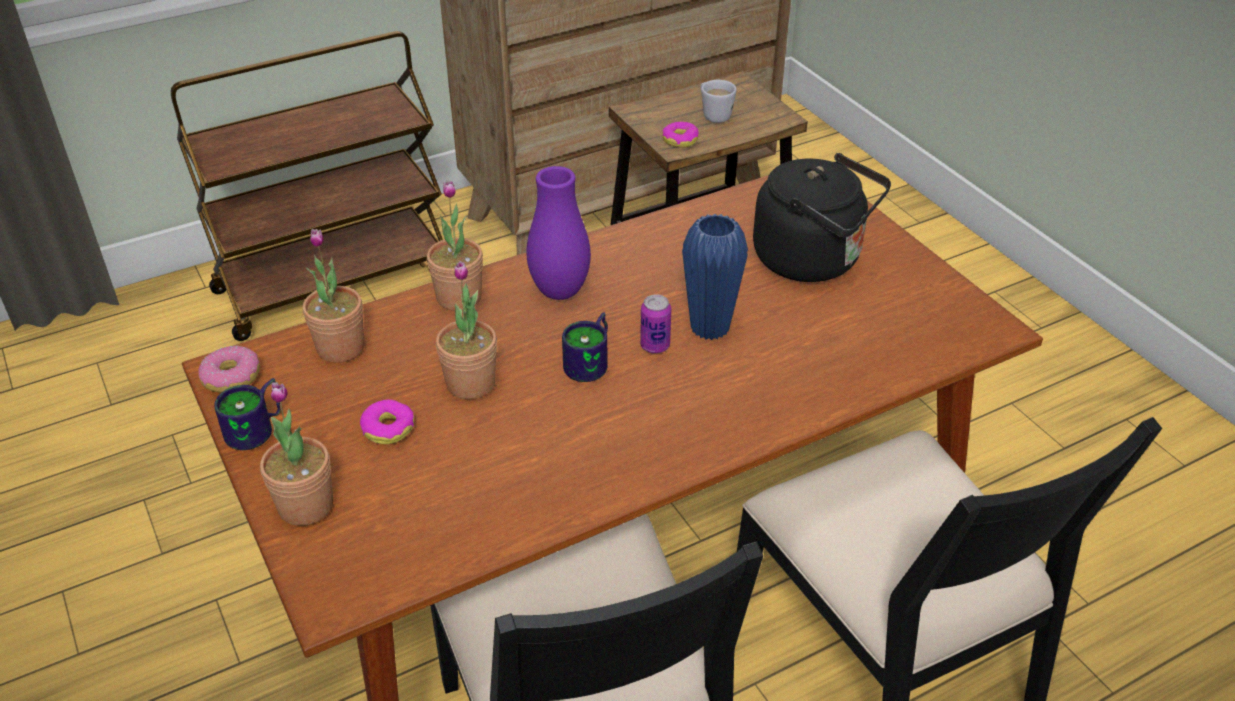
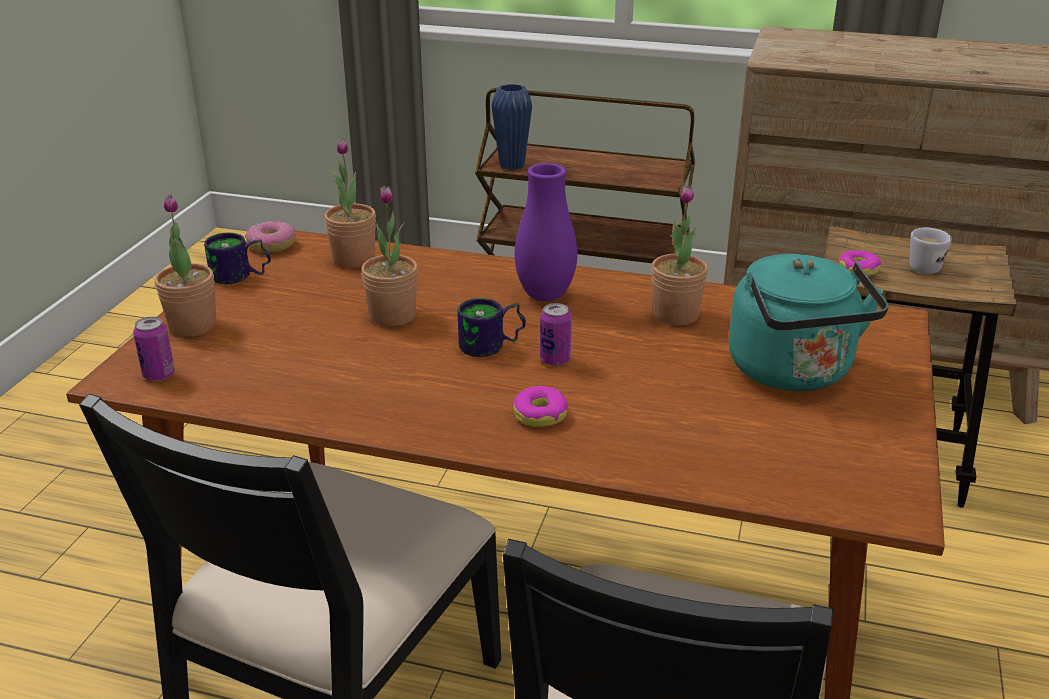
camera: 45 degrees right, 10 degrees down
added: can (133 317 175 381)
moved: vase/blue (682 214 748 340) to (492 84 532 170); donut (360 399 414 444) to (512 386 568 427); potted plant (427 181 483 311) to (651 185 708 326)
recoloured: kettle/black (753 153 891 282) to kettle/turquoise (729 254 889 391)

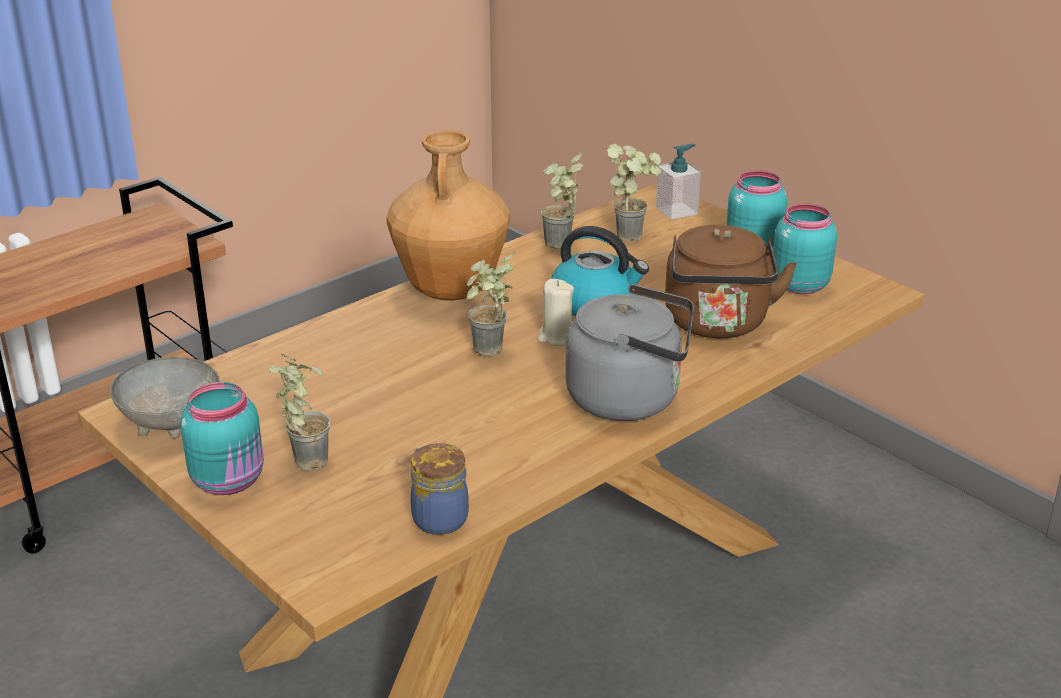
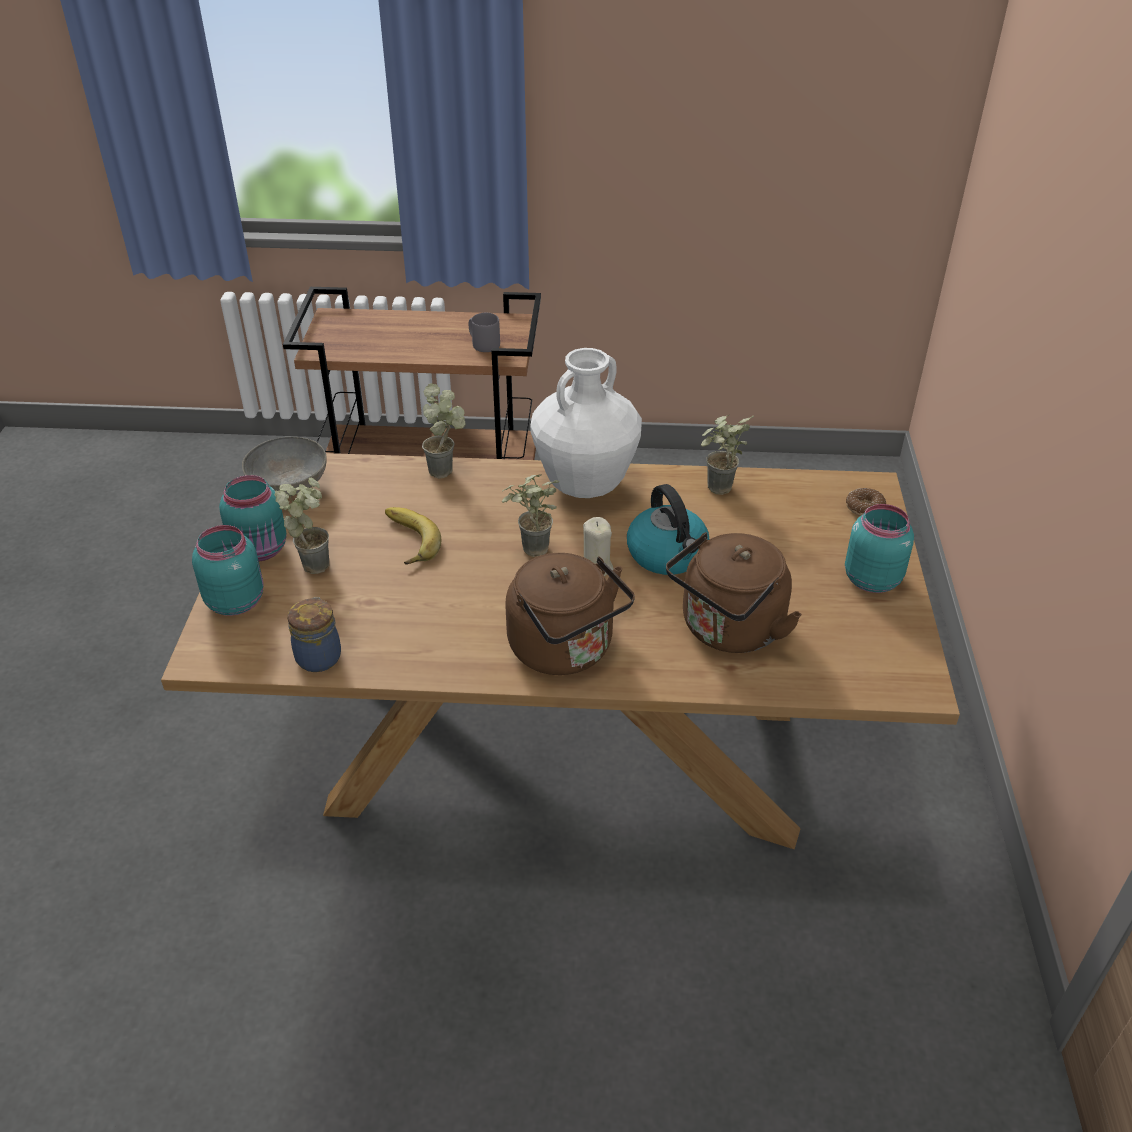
camera: 45 degrees right, 10 degrees up
added: banana (385 507 441 565); mug/grey (469 313 500 352)
moved: jar/turquoise (772 204 837 294) to (192 525 263 616); potted plant (607 144 661 242) to (422 383 466 478)
replaced: soap dispenser (656 144 701 220) to donut (846 488 886 516)
recoloured: kettle/grey (565 284 694 421) to kettle/brown (505 553 635 675); vase/brown (386 130 510 301) to vase/white (530 348 642 498)

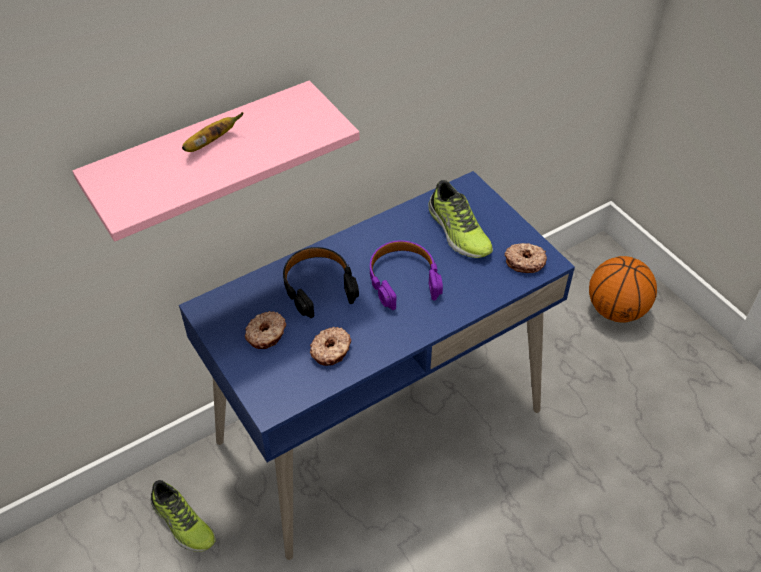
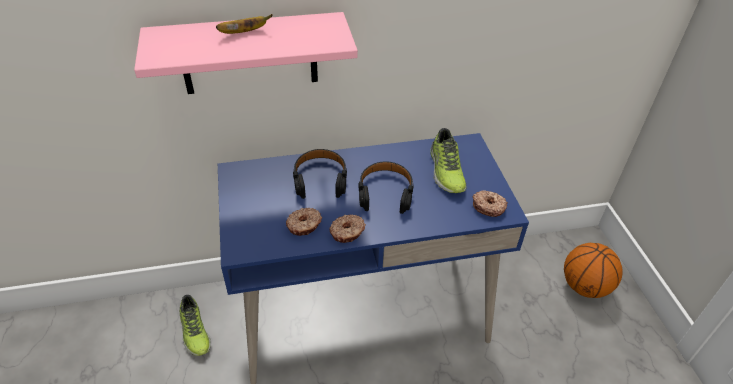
camera: 20 degrees right, 5 degrees down
moved: donut (245 311 286 349) to (330 214 366 243)
recoloured: headphones/purple (370 241 443 310) to headphones/black (359 161 414 214)

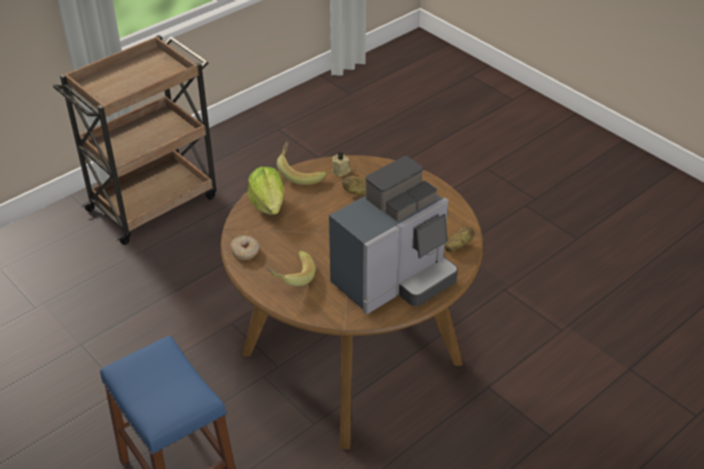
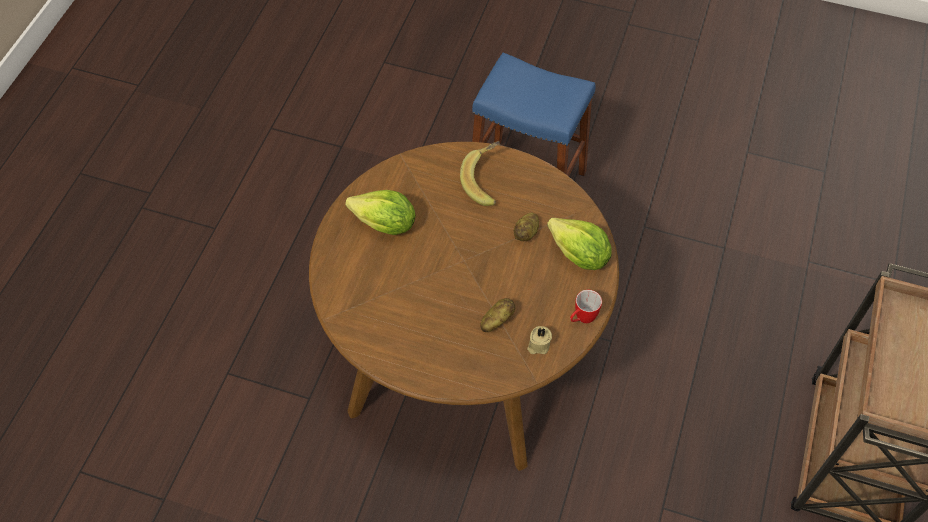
camera: 150 degrees right, 15 degrees up
removed: donut (230 235 259 260)
moved: potato (445 227 475 252) to (514 213 539 242)
replaced: coffee machine (329 156 458 314) to lettuce (345 190 416 235); banana (277 141 327 185) to mug (570 290 602 323)

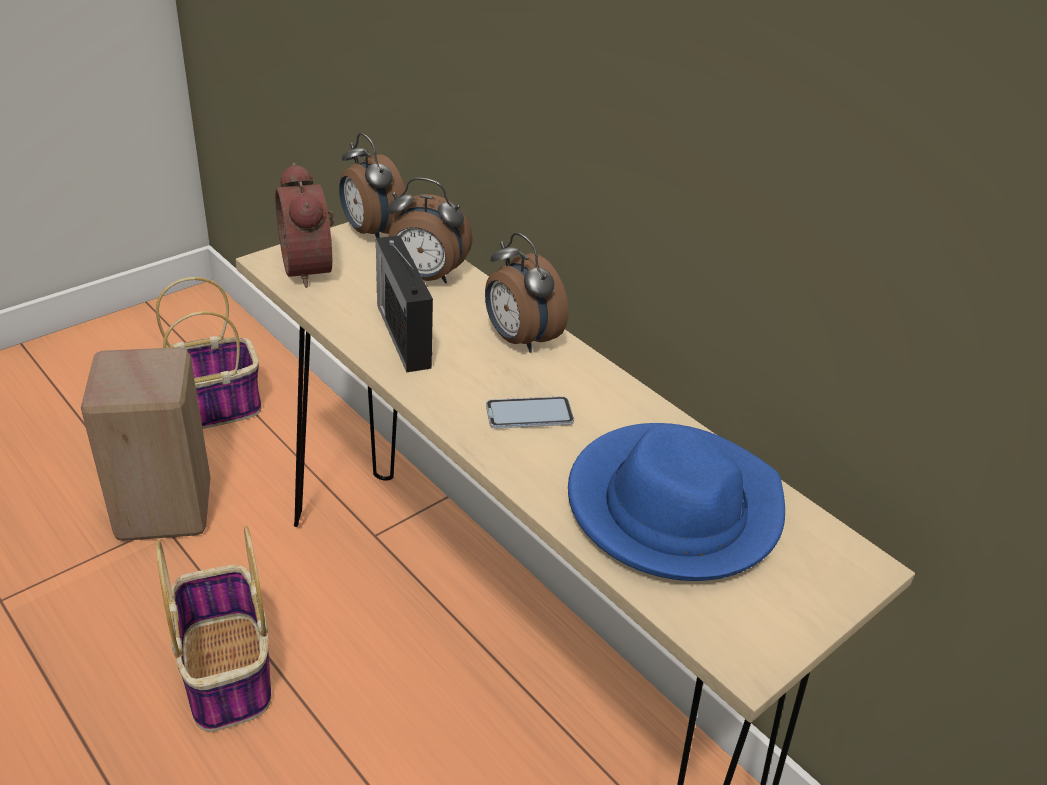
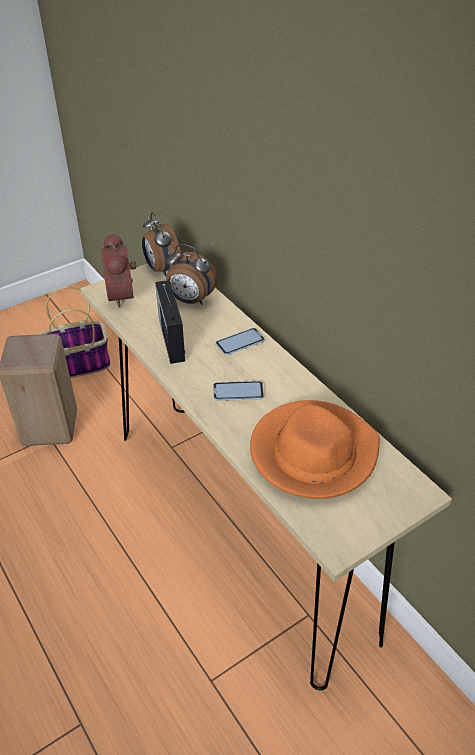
camera: 10 degrees right, 5 degrees up
removed: basket (156 526 271 732)
replaced: alarm clock (485 233 568 353) to phone (216 328 265 355)
recoloured: hat/blue (568 423 785 581) to hat/orange (250 400 380 499)

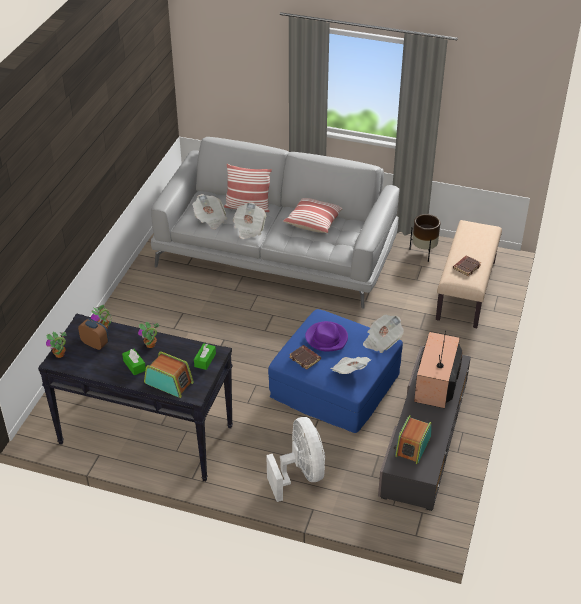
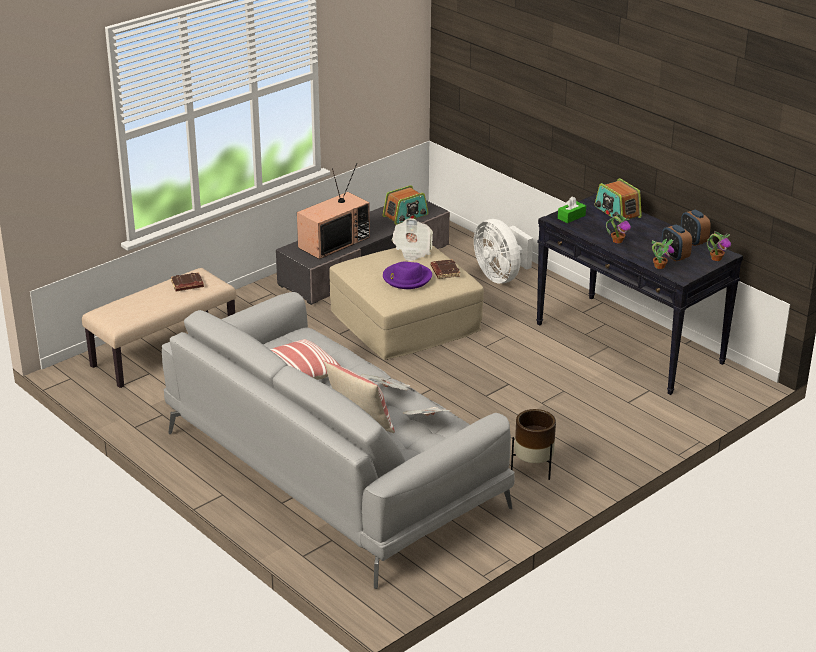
camera: 150 degrees left, 10 degrees down
removed: tissue box/green (122 349 146 375); newspaper (363 315 404 353)
added: alarm clock (681 210 711 246)
moved: planter/brown (409 214 440 262) to (511 409 556 480)
recoloured: ottoman/blue (268 309 403 433) to ottoman/beige (329 245 484 360)
turned: fan/white (266 417 325 502) = (474 219 533 283) 45 degrees counterclockwise

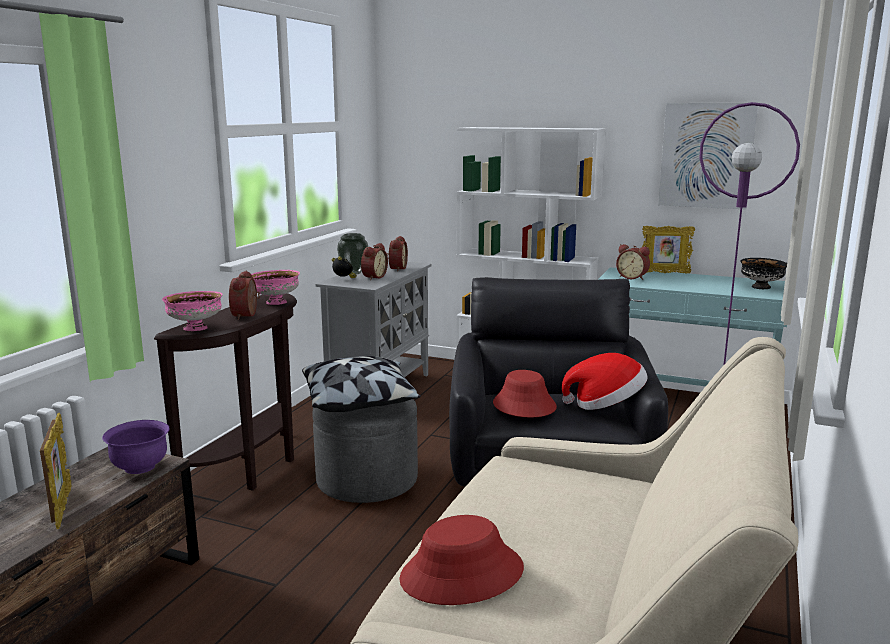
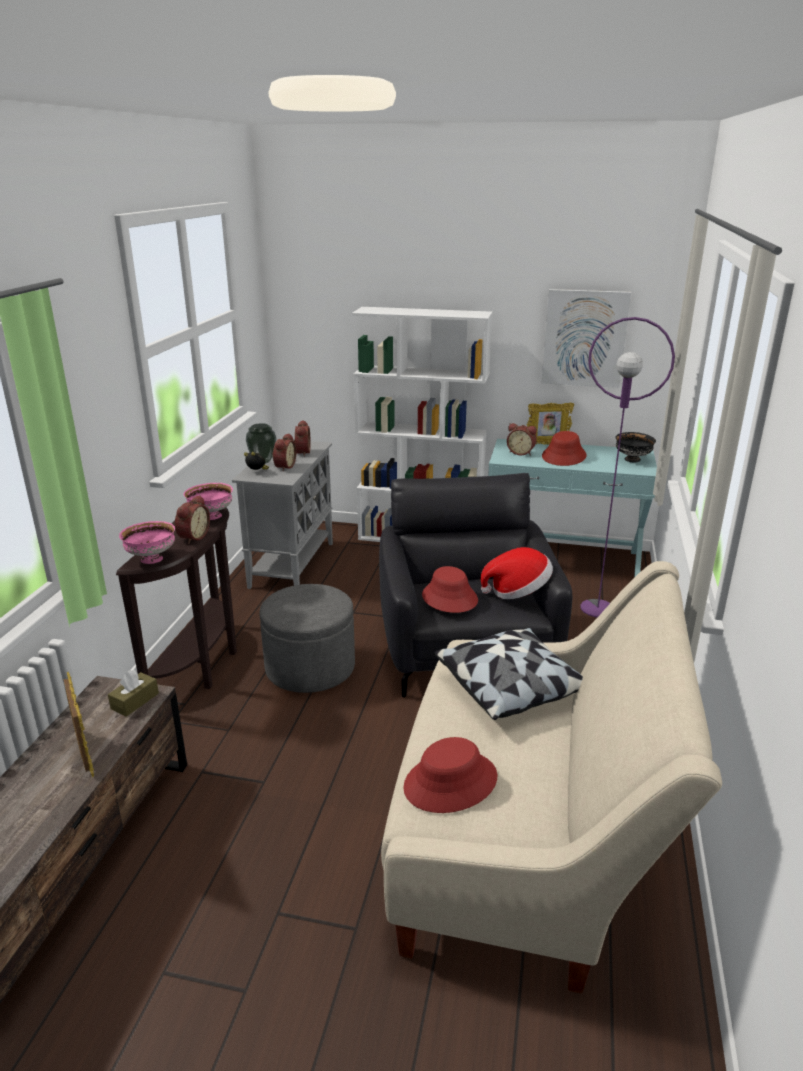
camera: 10 degrees left, 10 degrees up
added: hat/red (542 431 587 466)
moved: pillow (302 356 421 412) to (434 628 583 720)
replaced: bowl/purple (102 420 170 474) to tissue box/brown (108 670 159 717)
turned: alarm clock (229 271 260 320) = (175 495 210 544) 150 degrees counterclockwise

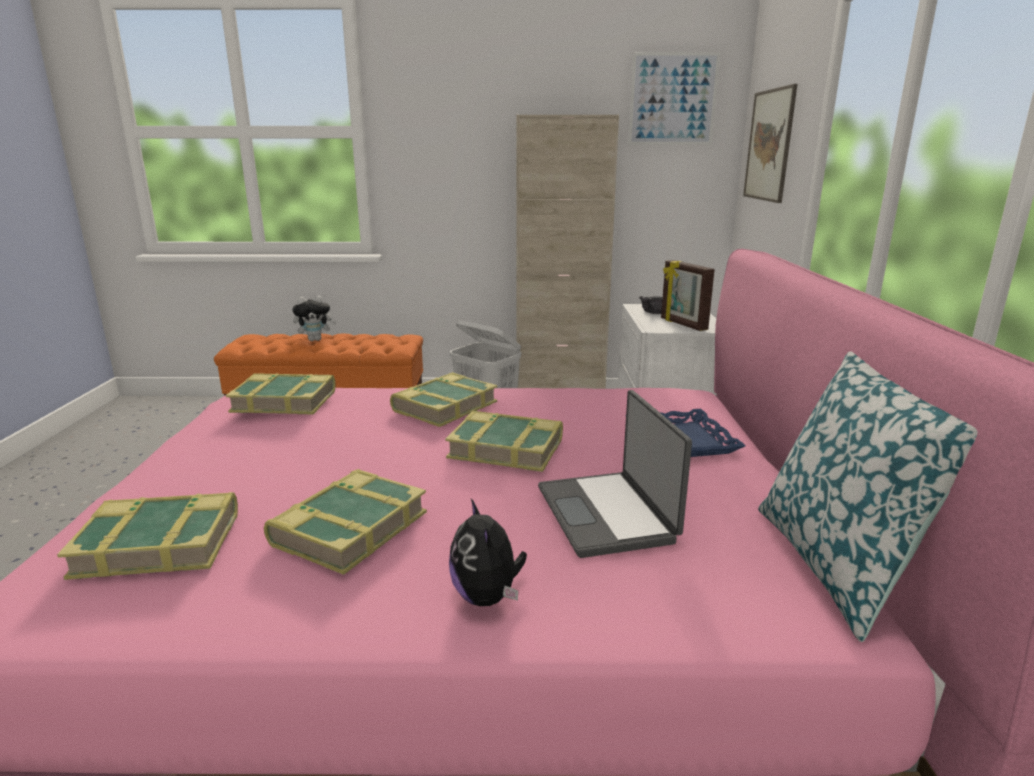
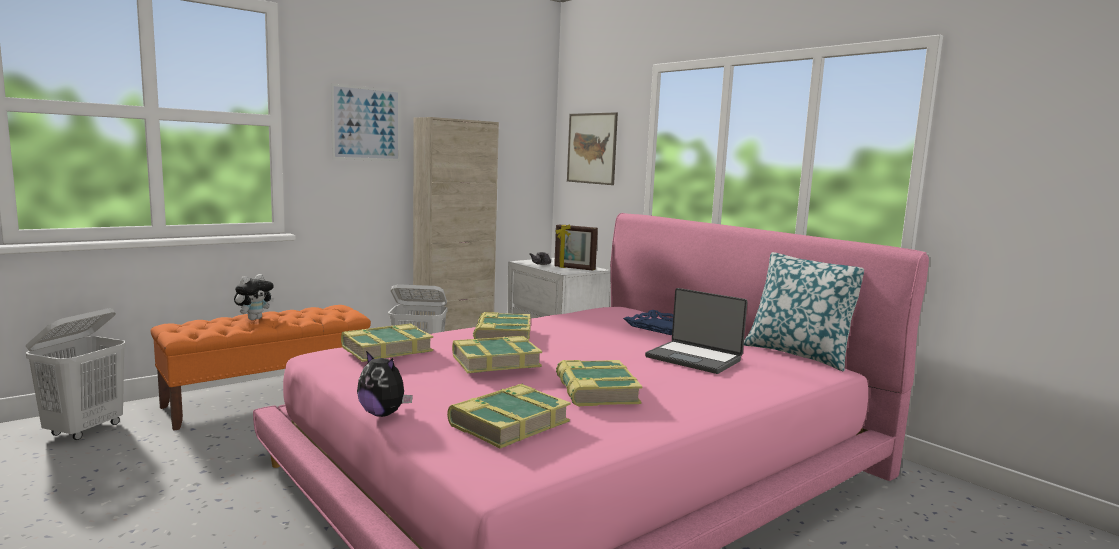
camera: 40 degrees left, 10 degrees down
added: laundry basket/white (26 308 126 440)
moved: picture (628 52 720 145) to (331 83 400 161); plush toy (449 499 527 606) to (357 351 413 417); book (445 411 563 472) to (452 336 543 373)

